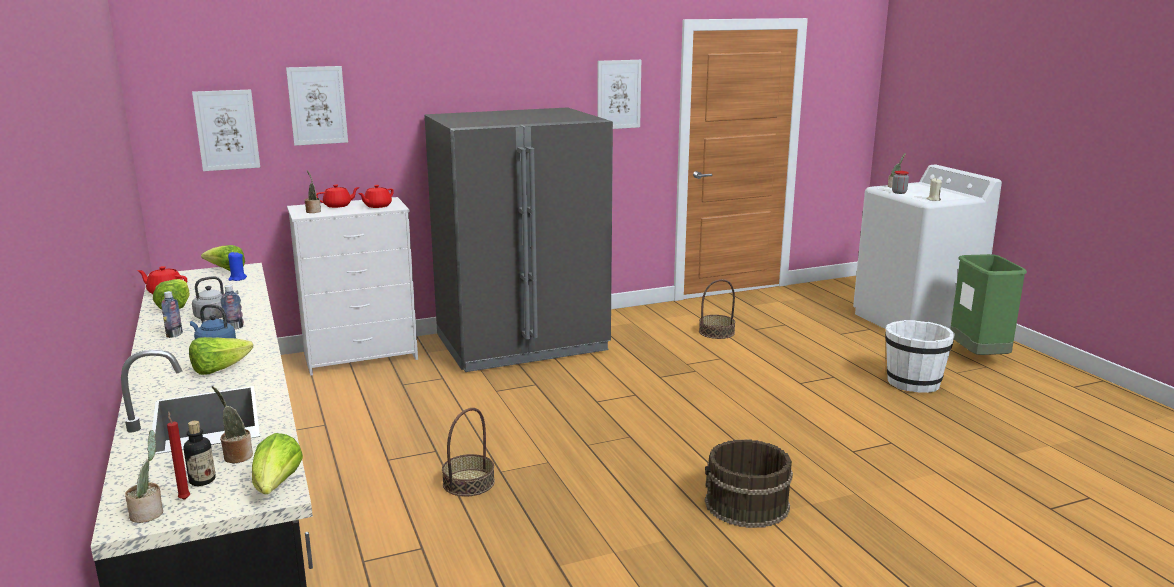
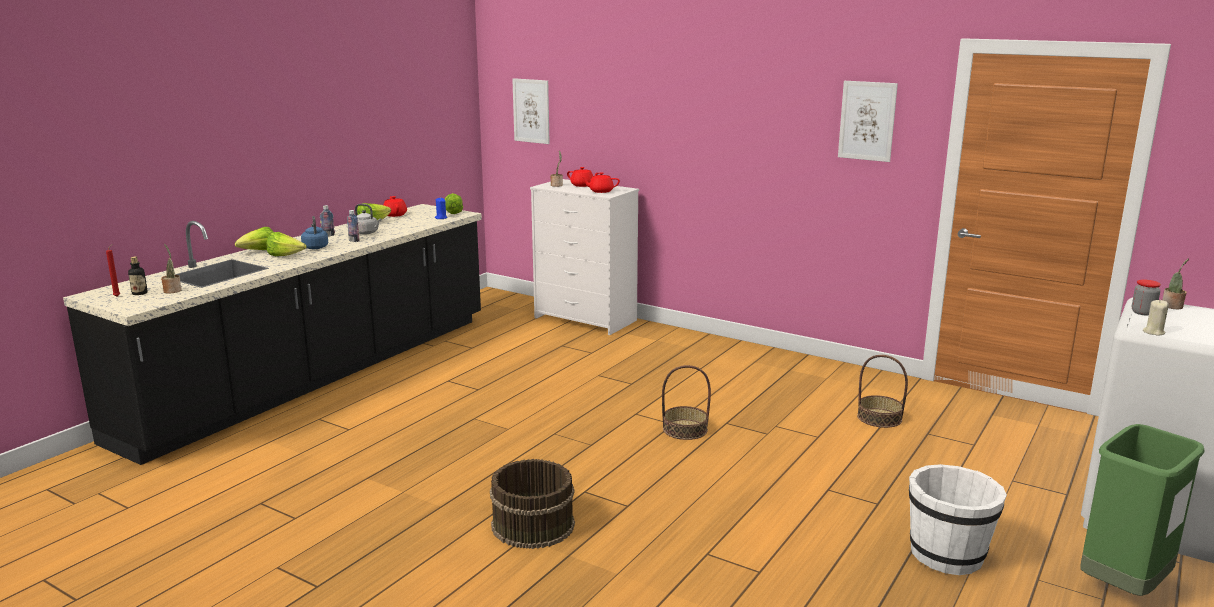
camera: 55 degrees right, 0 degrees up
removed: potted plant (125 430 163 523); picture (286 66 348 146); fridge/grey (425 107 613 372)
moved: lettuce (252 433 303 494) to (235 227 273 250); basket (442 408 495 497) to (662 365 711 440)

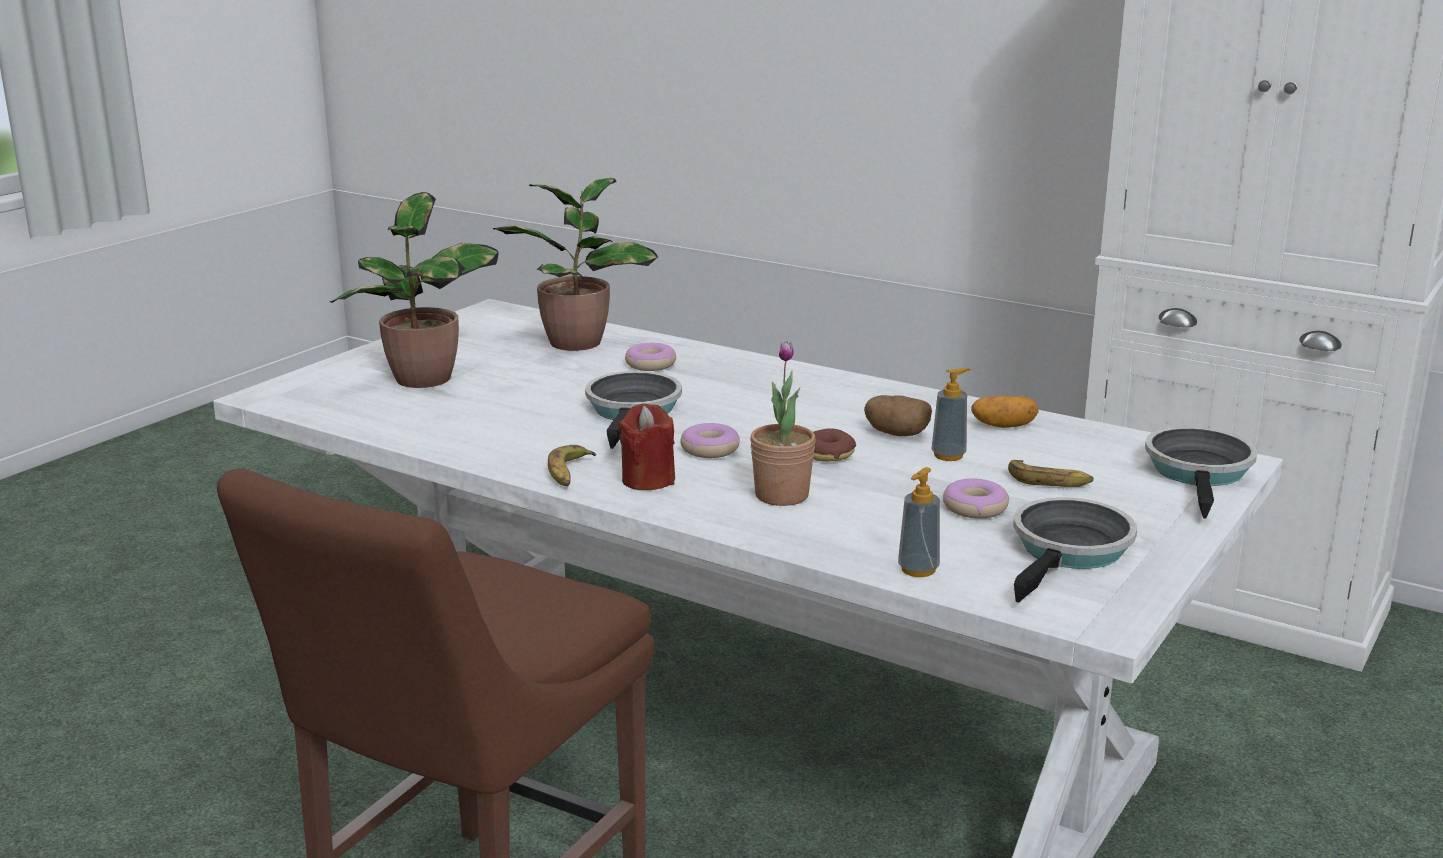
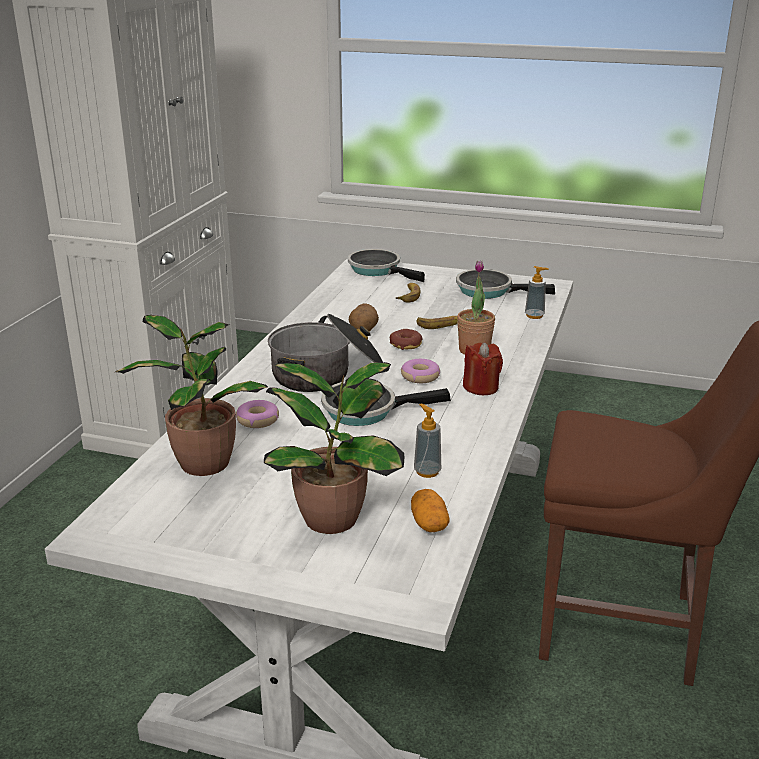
camera: 105 degrees left, 5 degrees up
removed: donut (943 478 1009 519)
added: cooking pot (268 314 383 392)
moved: potato (971 396 1039 428) to (411 489 449 532); soap dispenser (931 368 970 461) to (414 404 441 478); banana (548 445 596 486) to (416 316 458 329)
turned: frying pan (1145 427 1258 519) = (348 249 425 282) 45 degrees clockwise

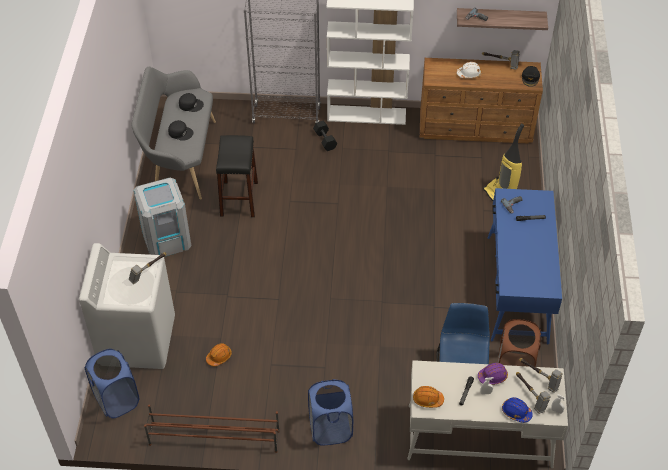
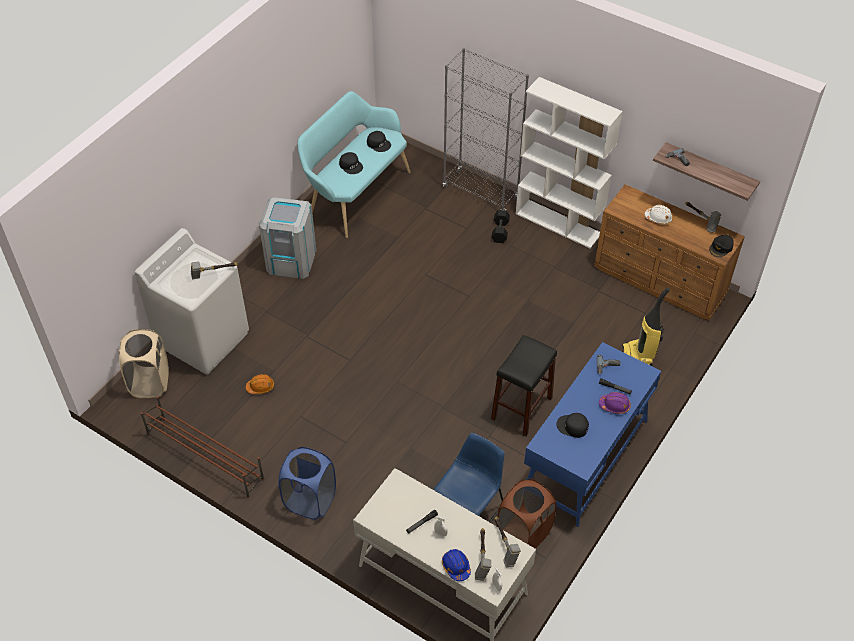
camera: 30 degrees right, 0 degrees up
removed: hard hat/orange (413 386 444 408)
added: cap/black (556 413 589 438)
moved: stool/black (216 135 258 217) to (491 335 557 436); hard hat/purple (478 363 508 385) to (599 392 631 414)
recoloured: laundry basket/blue (85 349 139 418) to laundry basket/beige (118 329 169 398); bench/grey (132 67 216 200) to bench/turquoise (297 91 411 238)

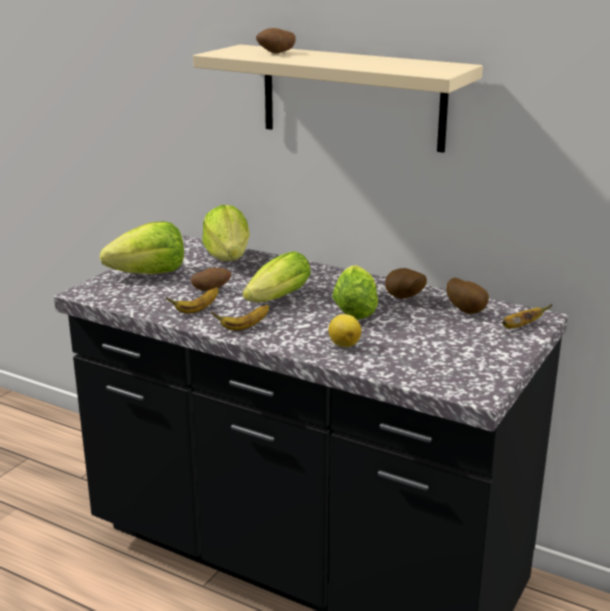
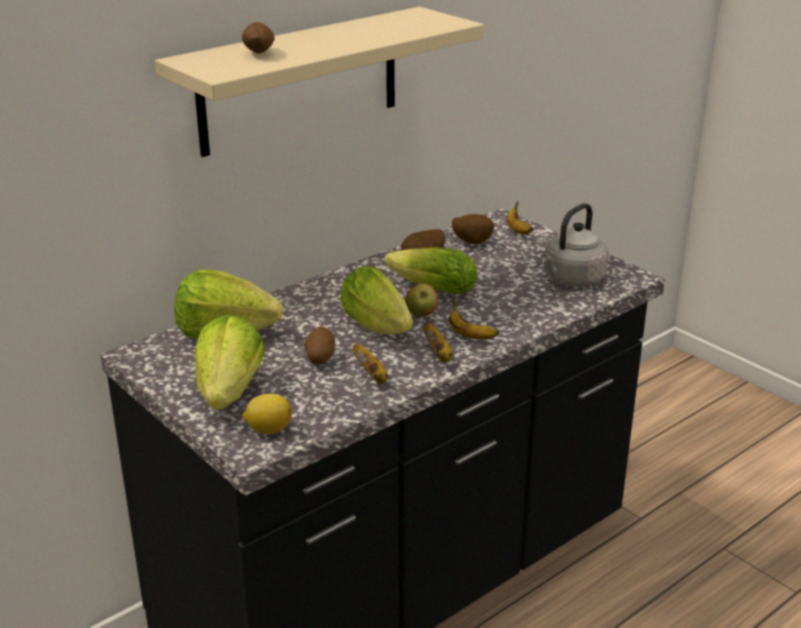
camera: 70 degrees left, 5 degrees up
added: apple (405 283 438 317); banana (449 300 499 340); kettle/grey (541 203 609 287)
moved: lemon (329 314 361 347) to (242 394 292 434)

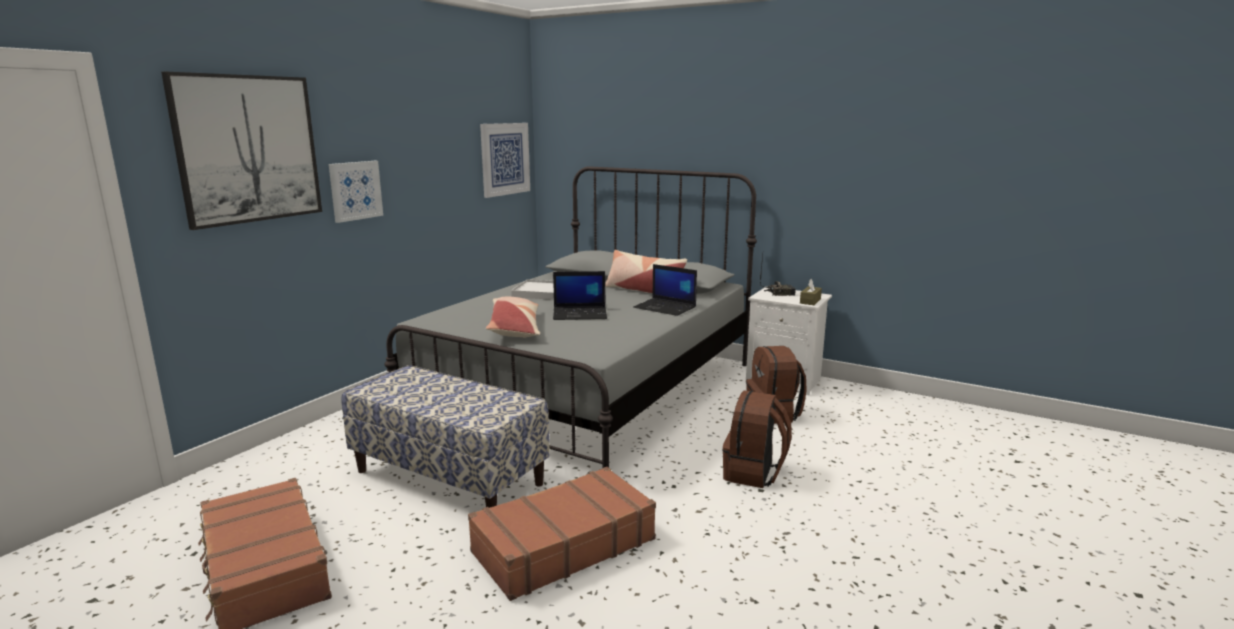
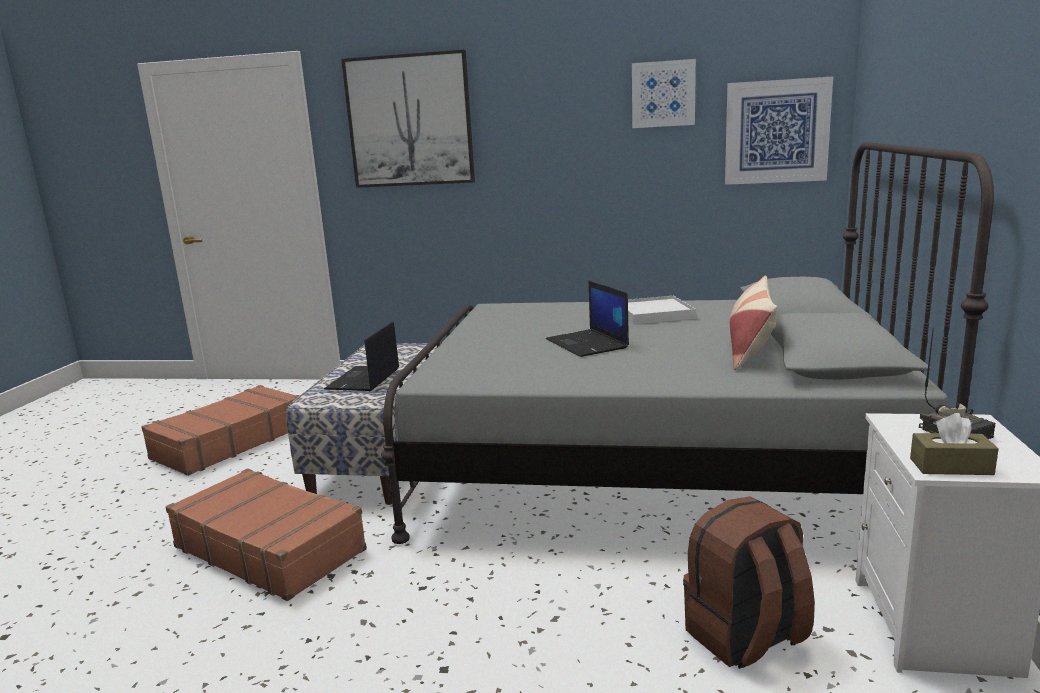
camera: 70 degrees right, 0 degrees up
removed: pillow (486 297 540 338); backpack/brown (723 391 792 488)
moved: laptop (633 264 697 316) to (324 321 399 391); picture (329 161 383 223) to (632 59 696 128)

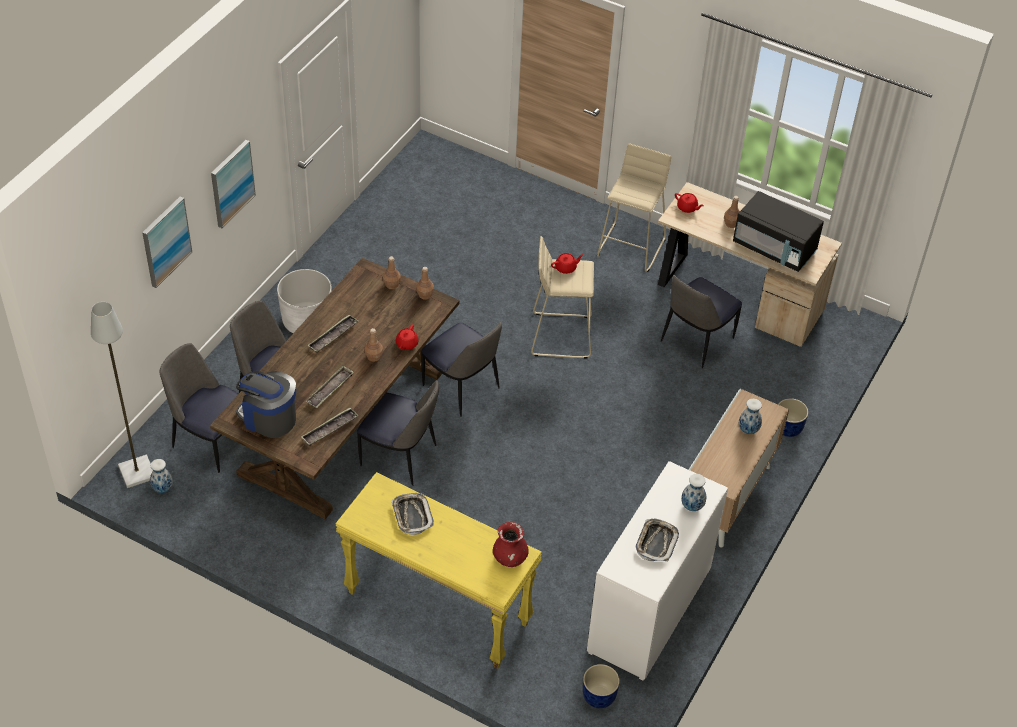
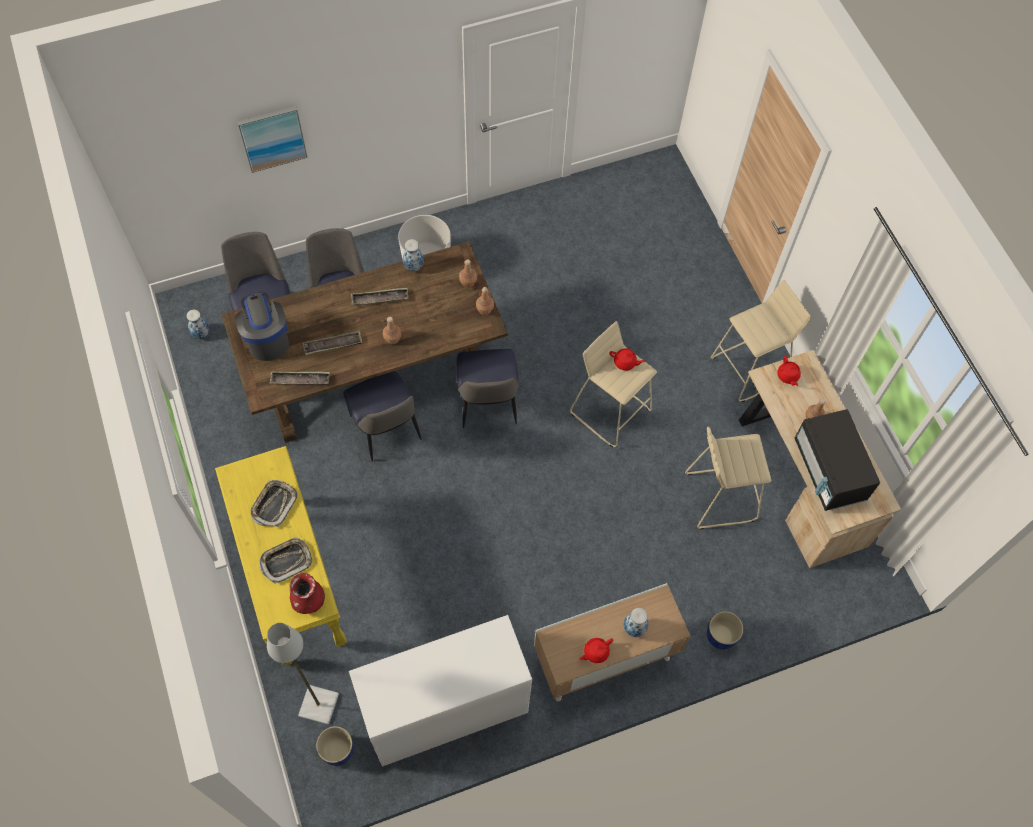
camera: 40 degrees right, 15 degrees up
removed: picture (211 140 256 228)
moved: tray (636 519 679 561) to (259 537 312 584); floor lamp/grey (91 302 153 488) to (267 623 339 725); vase (681 474 706 511) to (403 239 424 271); teapot/red (396 325 418 350) to (579 638 614 663)
replaced: chair (661 275 742 368) to stool/beige (685 427 771 529)

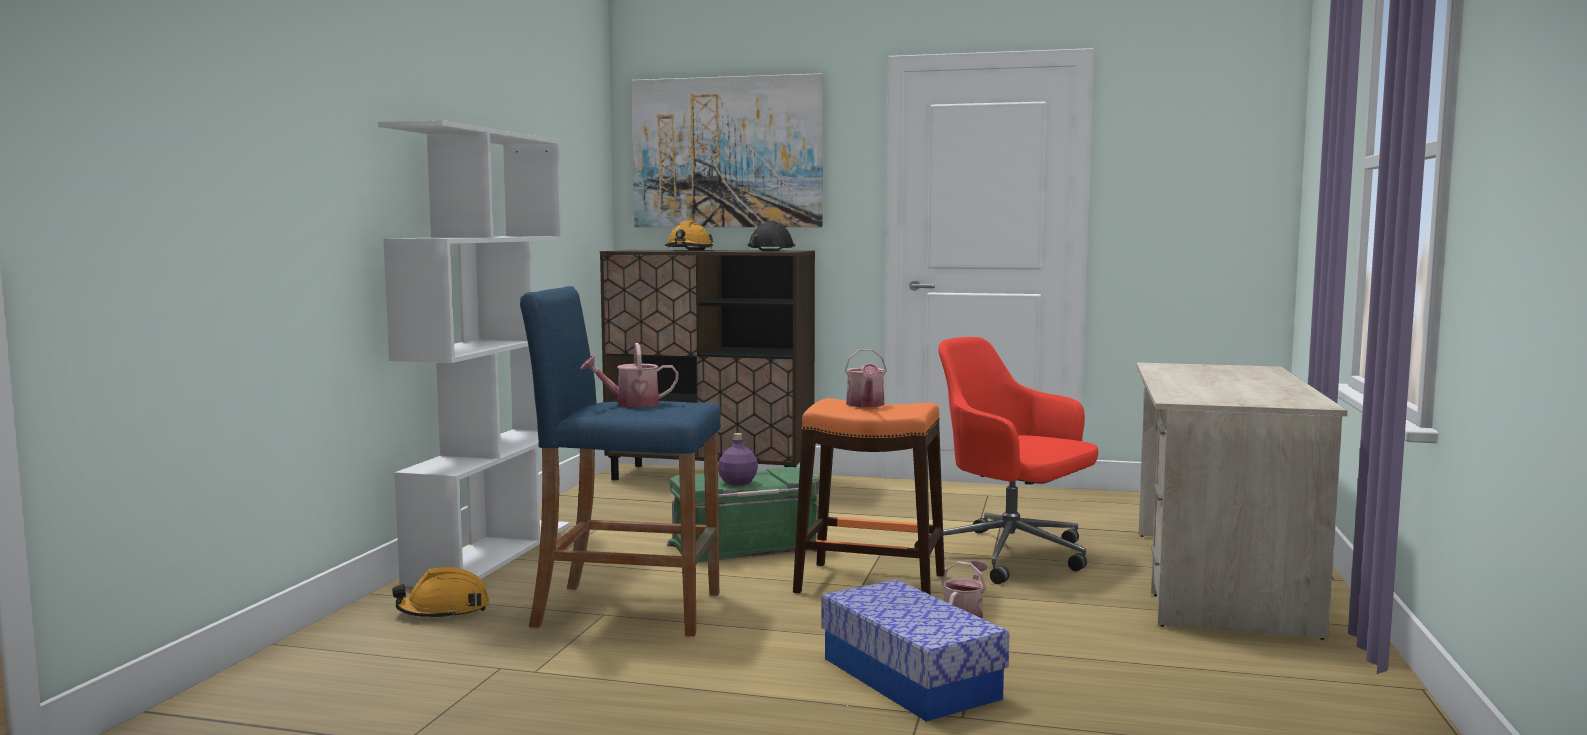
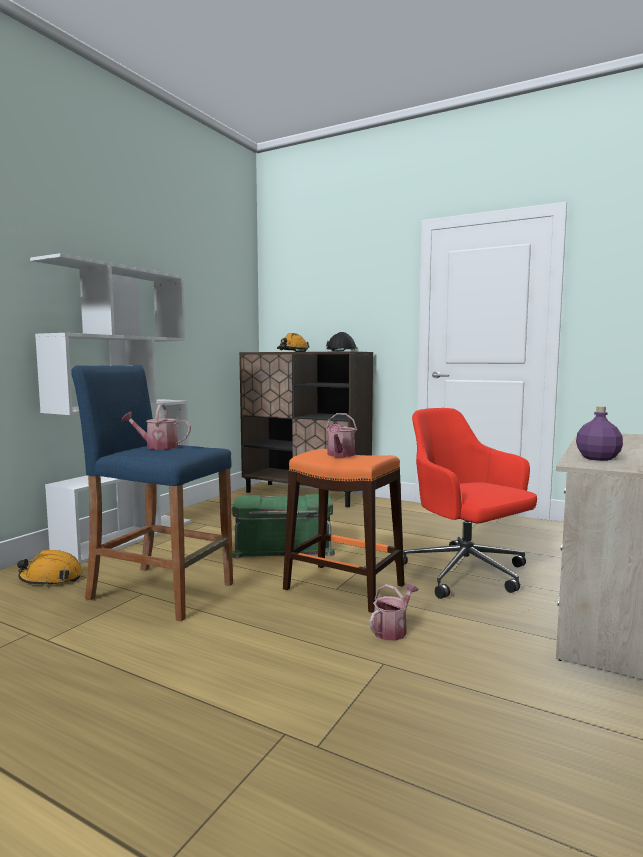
camera: 15 degrees right, 0 degrees up
removed: picture (632 73 823 227); storage box (821 579 1009 722)
moved: bottle/purple (718 433 758 486) to (576 406 623 461)

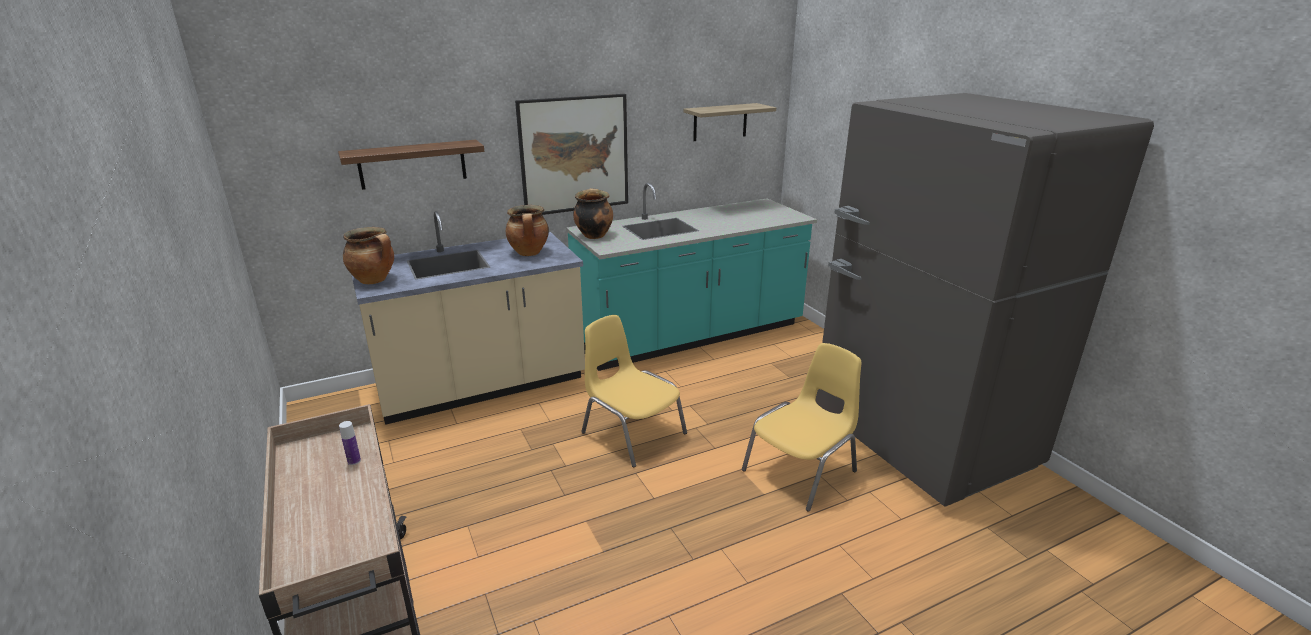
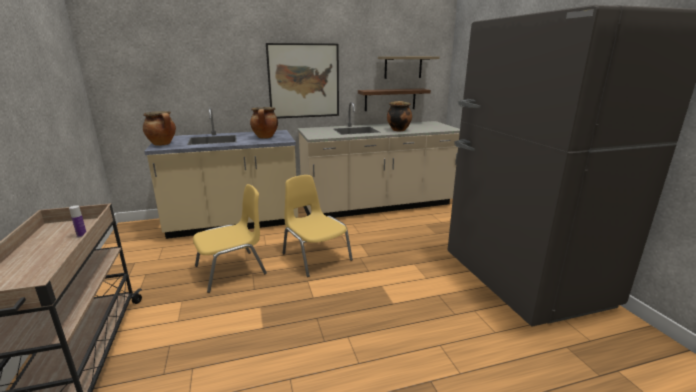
camera: 10 degrees right, 5 degrees down
moved: chair/yellow (742 343 861 512) to (193 184 267 293); shelf (338 140 484 190) to (358 88 431 111); cooking pot (573 188 613 239) to (387 101 412 131)
recoloured: counter/turquoise (566 183 817 371) to counter/beige (298 102 460 218)

